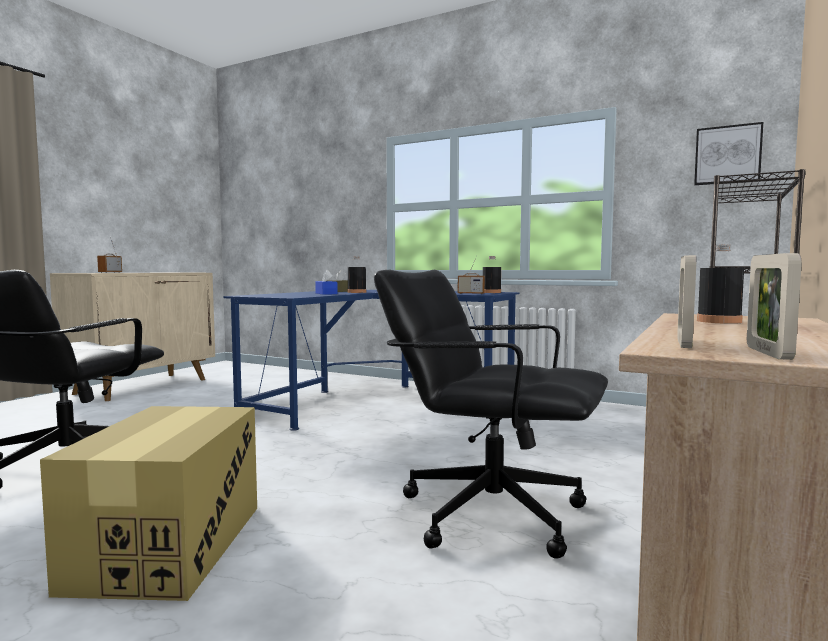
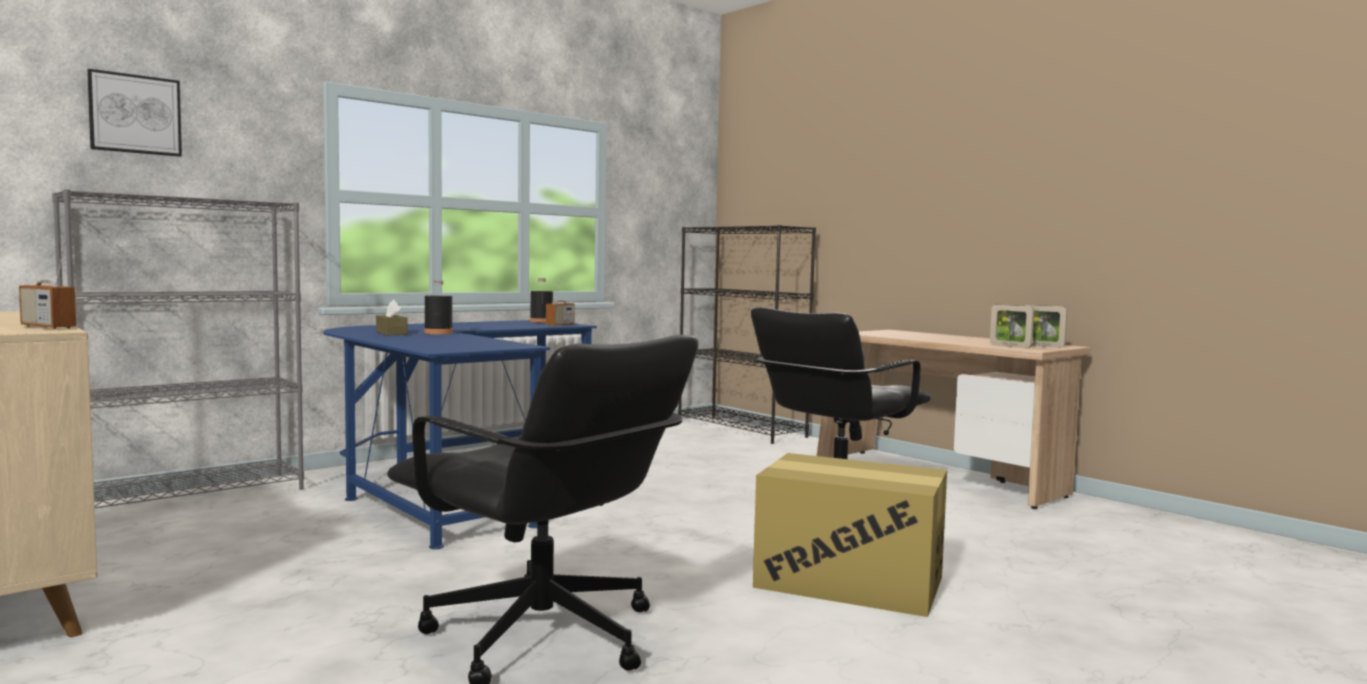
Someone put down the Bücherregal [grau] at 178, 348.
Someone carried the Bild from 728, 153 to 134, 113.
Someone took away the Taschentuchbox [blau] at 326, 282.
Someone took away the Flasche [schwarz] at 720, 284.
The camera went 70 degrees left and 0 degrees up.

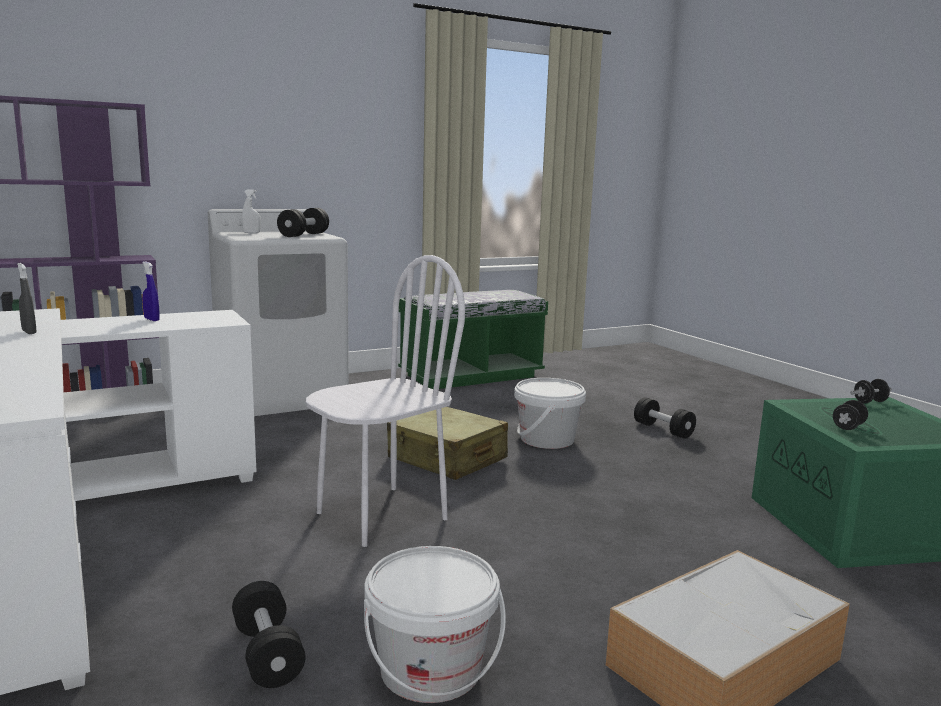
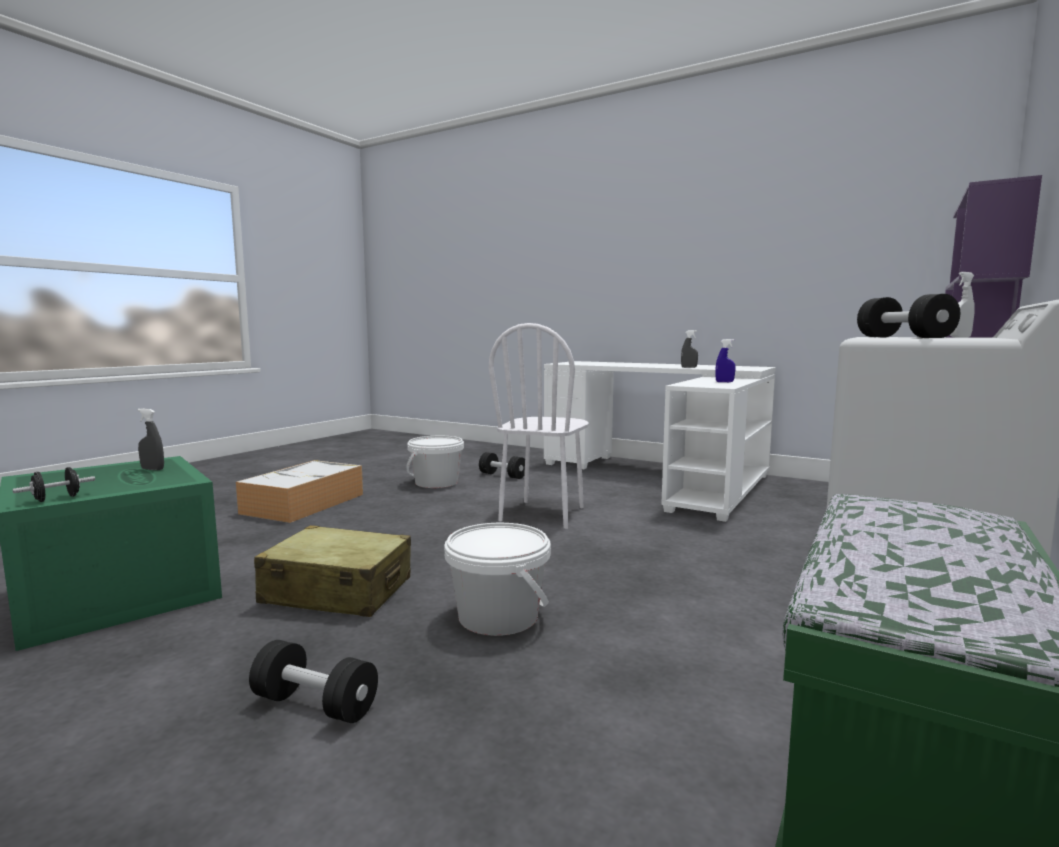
Someone swapped the Hantel [schwarz] at 850, 415 for the Sprühflasche [grau] at 151, 439.
Someone carried the Koffer [beige] from 447, 443 to 332, 571.
The camera went 150 degrees right and 5 degrees down.

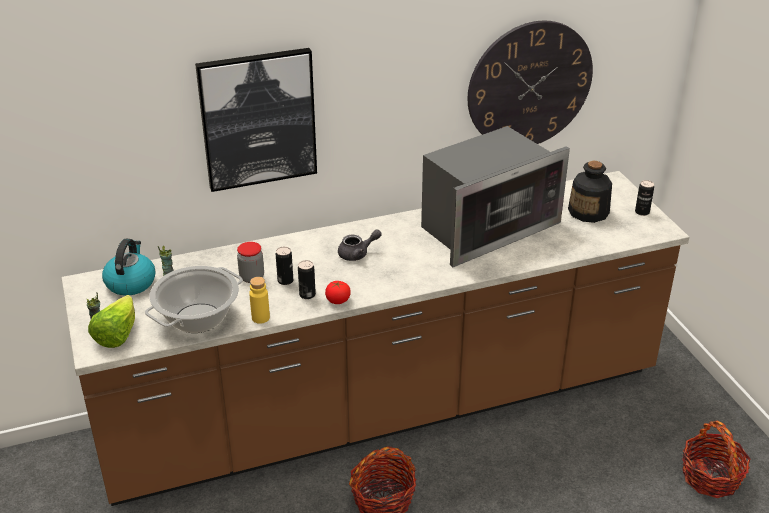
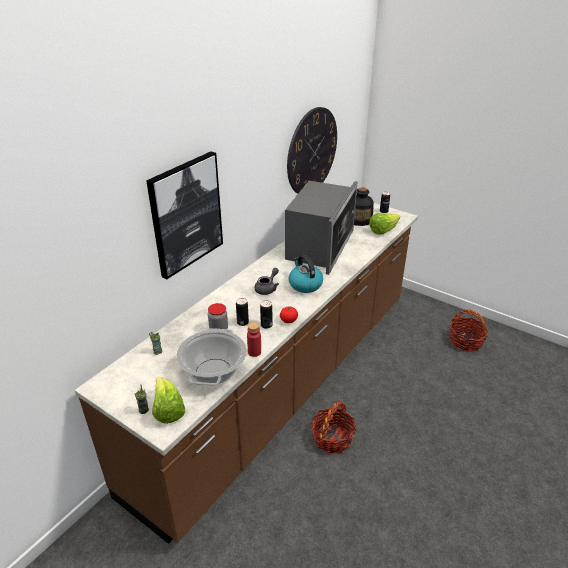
Someone repainted the Flasche [gelb] at 259, 300, which became the Flasche [rot] at 254, 339.
Someone carried the Wasserkessel from 129, 267 to 306, 274.
Someone put down the Salatkopf at 384, 224.
The camera went 35 degrees left and 0 degrees up.

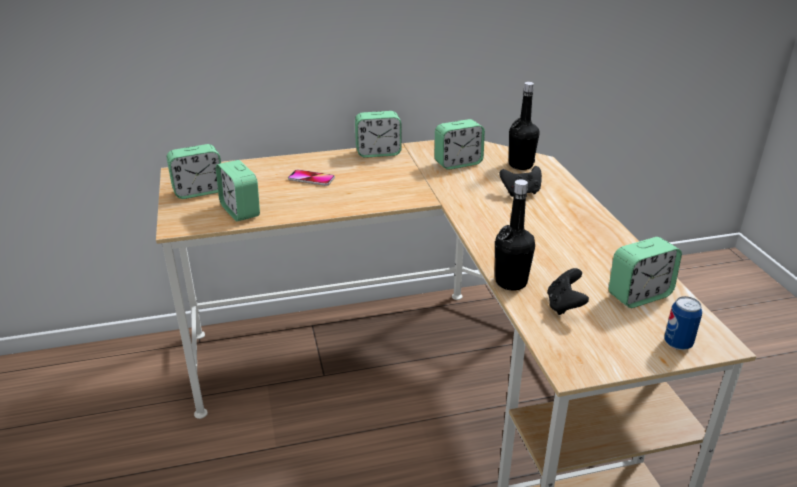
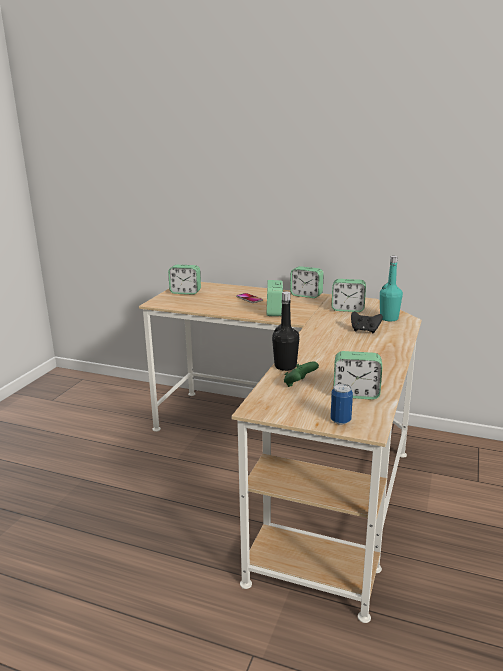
Someone carried the Wecker from 238, 190 to 275, 298.
Someone repainted the Gamepad [schwarz] at 568, 291, which became the Gamepad [grün] at 301, 374.
Someone repainted the Flasche [schwarz] at 524, 126, which became the Flasche [türkis] at 391, 288.
The camera went 35 degrees right and 10 degrees down.

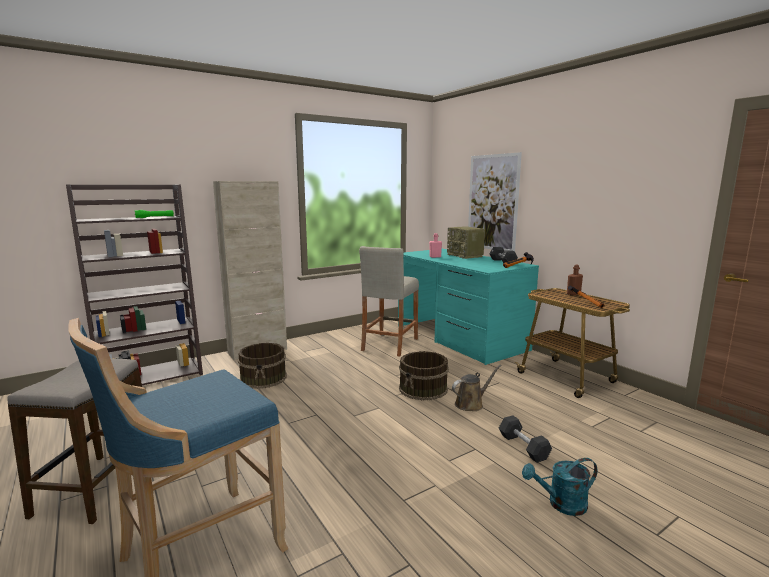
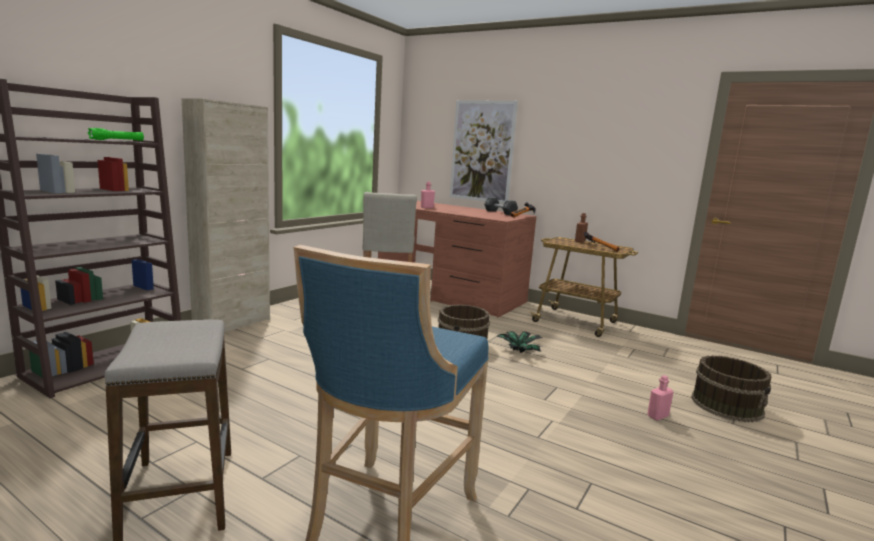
Someone repainted the Schreibtisch [türkis] at 468, 307, which became the Schreibtisch [braun] at 457, 259.
Someone swapped the Gießkanne [braun] at 477, 387 for the Topfpflanze at 519, 342.
Someone swapped the Gießkanne [türkis] at 559, 487 for the Flasche [rosa] at 660, 398.
Someone carried the Eimer [braun] from 262, 366 to 731, 388.
Someone took away the Radio at 466, 242.
Someone took away the Hantel [schwarz] at 525, 439.
The camera went 25 degrees left and 0 degrees up.

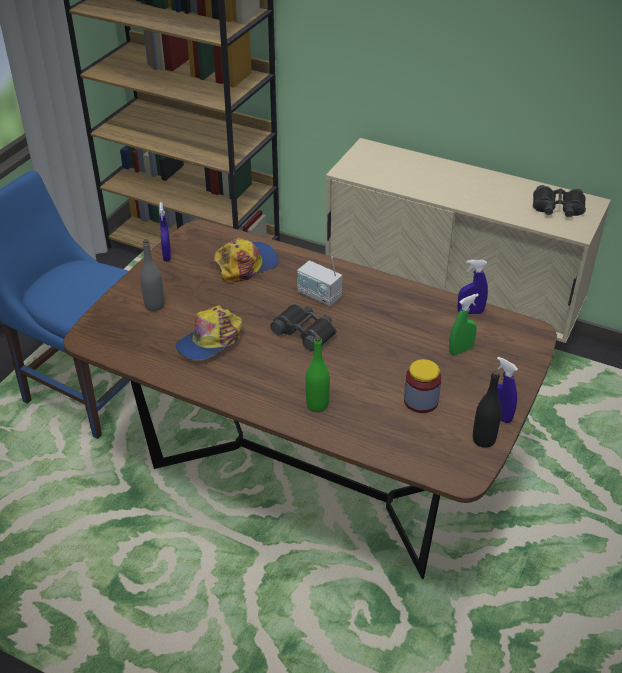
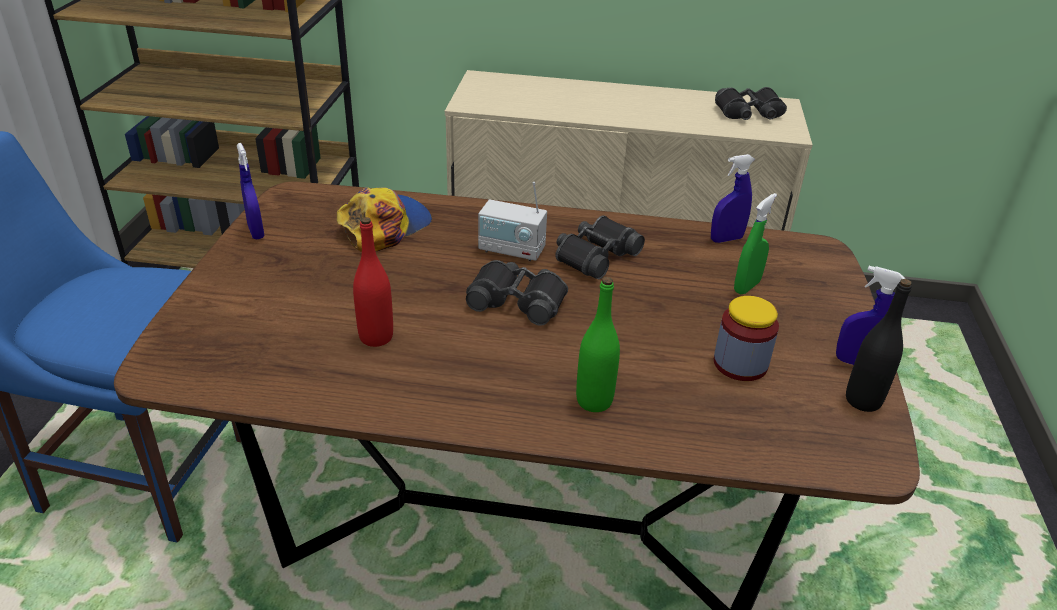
Someone swapped the Kappe at 208, 332 for the Flasche [rot] at 373, 282.
Someone put down the Fernglas [schwarz] at 600, 247.
Someone took away the Flasche [grau] at 152, 275.
The camera went 20 degrees left and 5 degrees down.

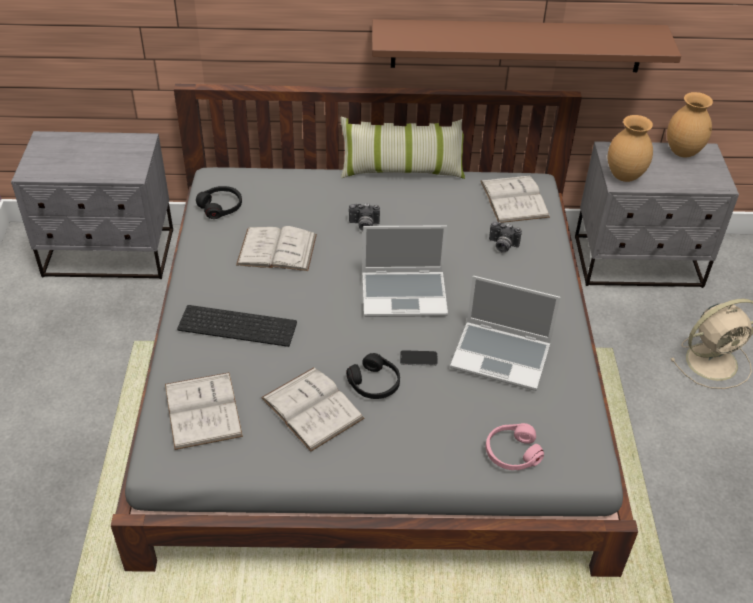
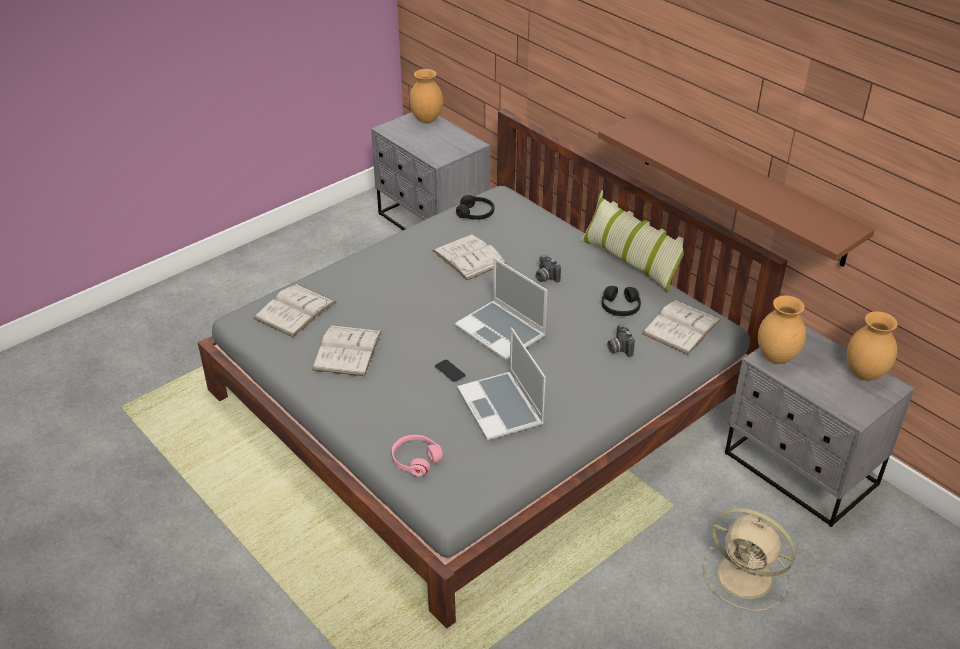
Someone put down the Vase [braun] at 426, 96.
Someone carried the Kopfhörer [schwarz] from 373, 376 to 621, 301.
Someone took away the Tastatur at 237, 326.
The camera went 50 degrees right and 5 degrees down.

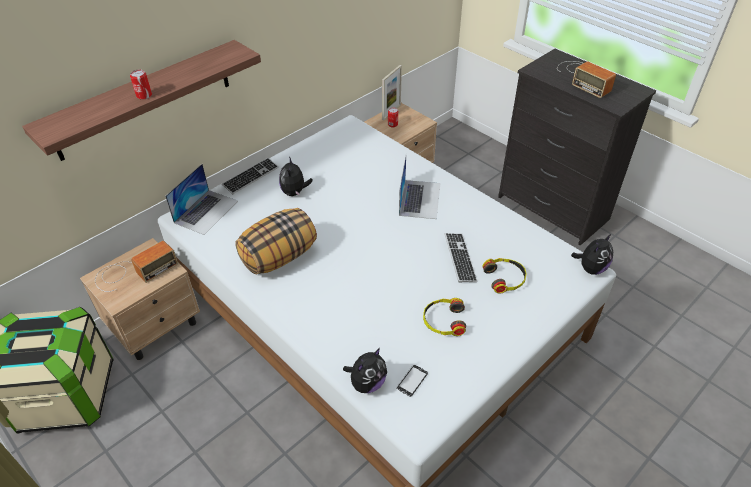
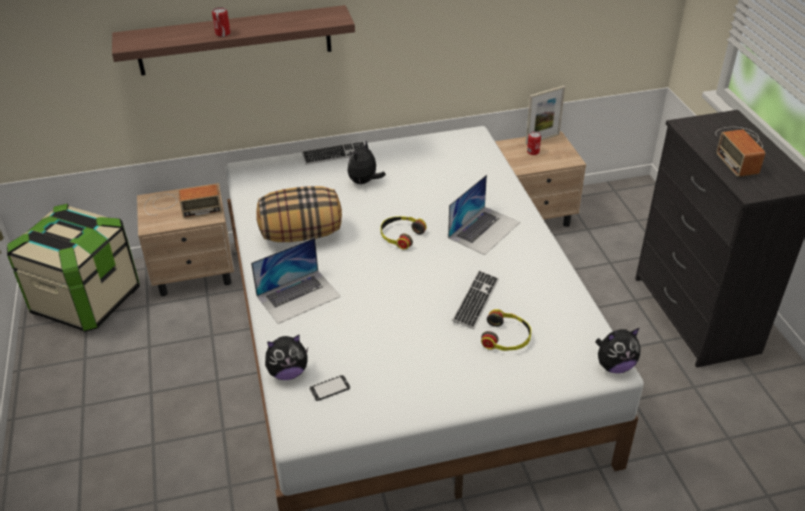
Someone carried the Laptop from 201, 199 to 296, 280.
Someone carried the Kopfhörer from 444, 317 to 404, 233.
The camera went 30 degrees right and 5 degrees down.

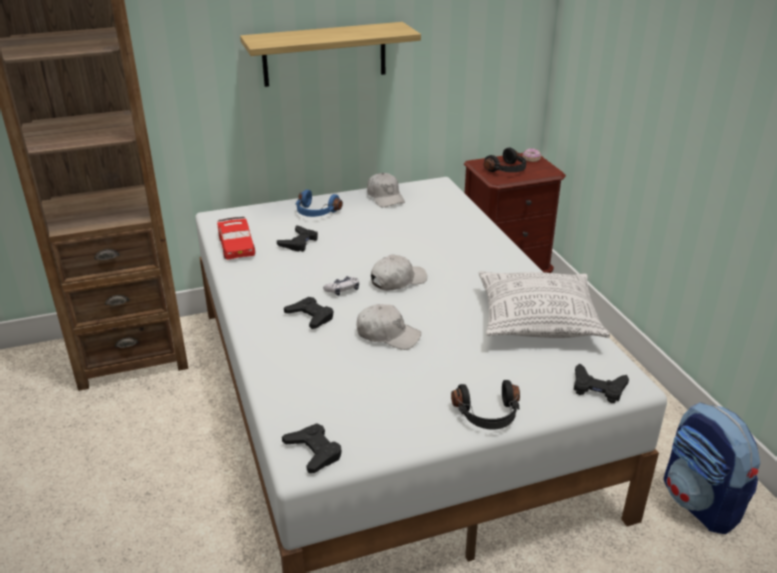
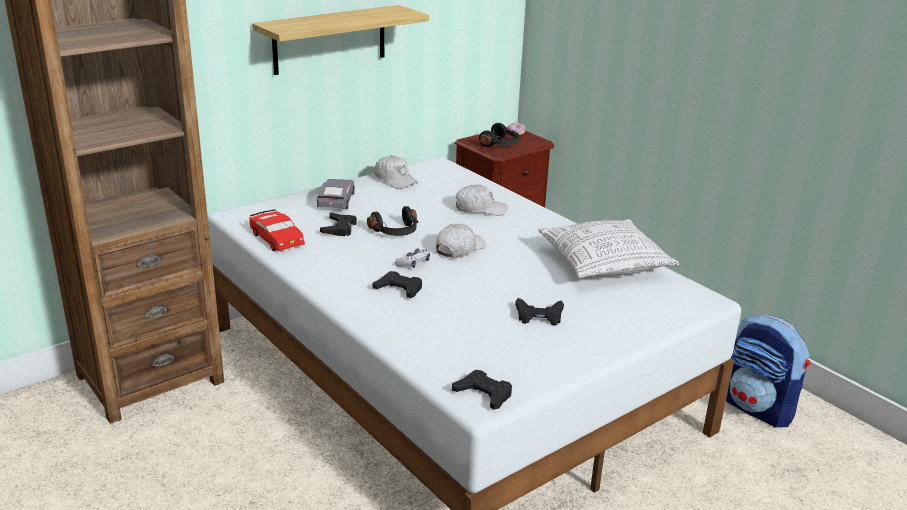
Someone swapped the Kopfhörer [blau] at 319, 203 for the Spielzeugauto [grau] at 336, 194.
Someone carried the Kopfhörer [schwarz] from 485, 405 to 392, 221.
Someone carried the Kappe [weiß] from 388, 327 to 481, 200.
Someone carried the Gamepad [schwarz] from 601, 383 to 539, 312.
The camera went 20 degrees left and 5 degrees down.

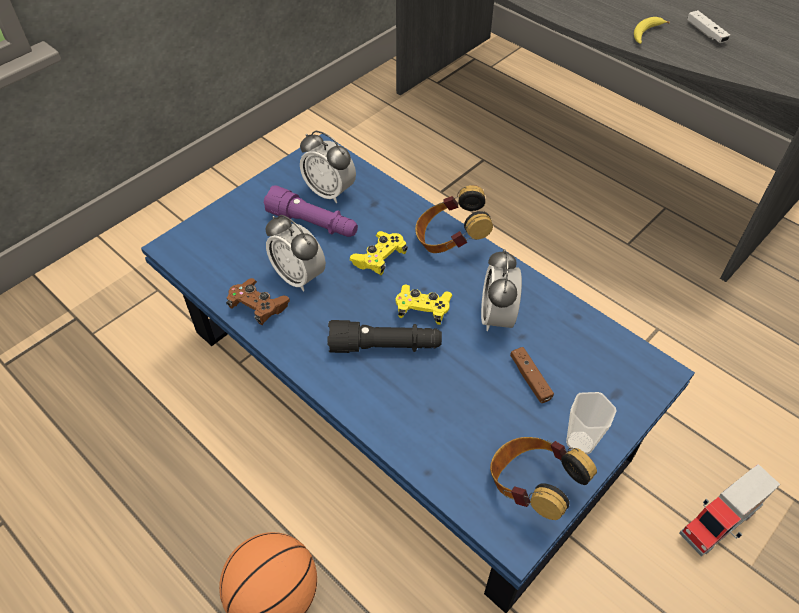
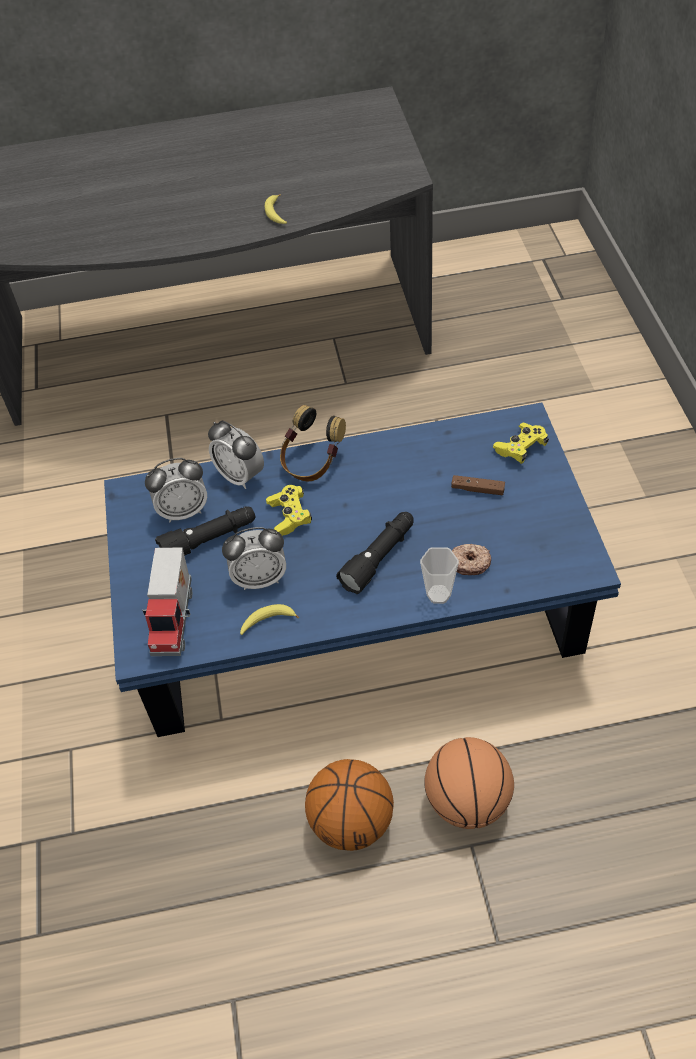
Someone carried the Spielzeuglaster from 729, 510 to 167, 601.
Someone repainted the Taschenlampe [lila] at 311, 211, which became the Taschenlampe [schwarz] at 205, 531.
Someone carried the Wecker from 501, 290 to 236, 455.
Someone swapped the Gamepad [braun] at 258, 301 for the Banane at 269, 619.
Someone put down the Basketball at 349, 805.
Someone carried the Tasse from 591, 423 to 439, 575.
Someone put down the Donut at 471, 559.
Someone carried the Gamepad [gelb] from 424, 305 to 521, 443.
Someone took away the Kopfhörer at 543, 478.
Someone took away the Gamepad [weiß] at 708, 26.
The camera went 50 degrees left and 0 degrees up.

